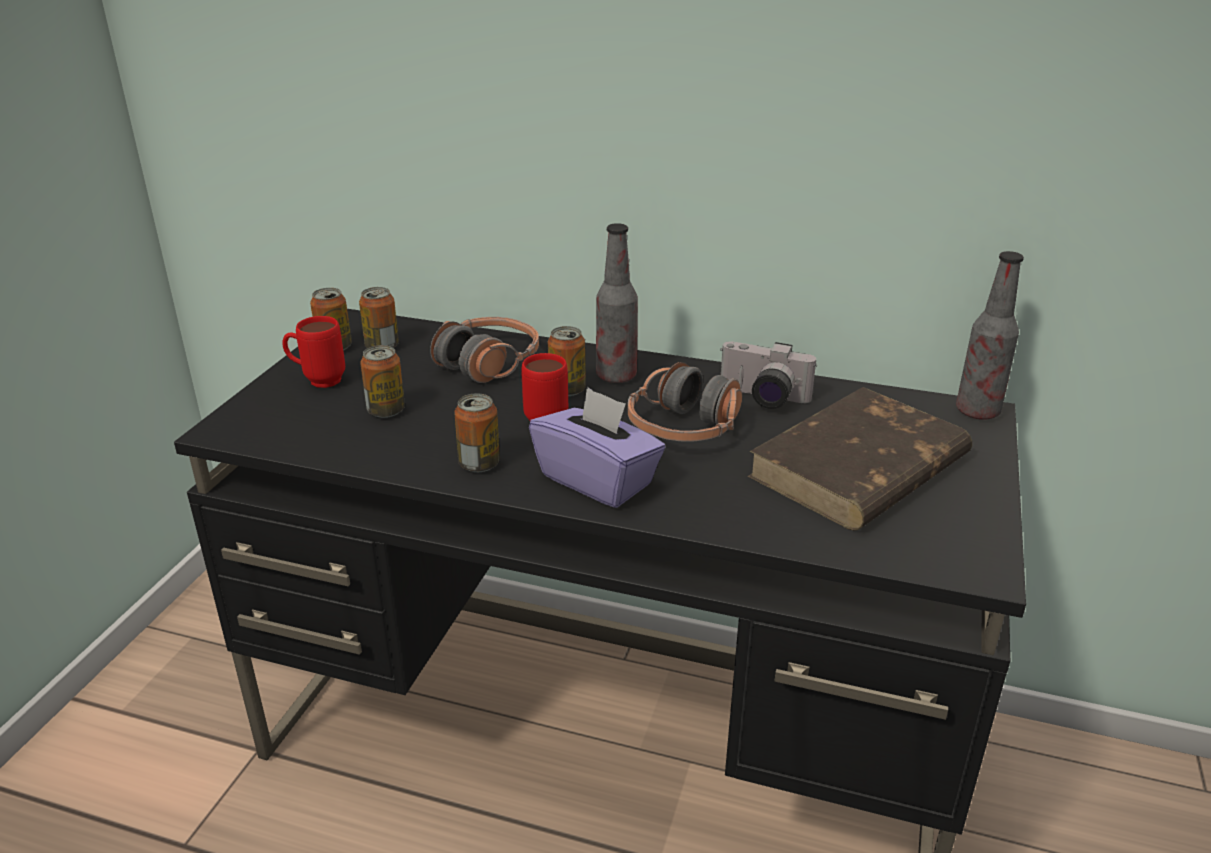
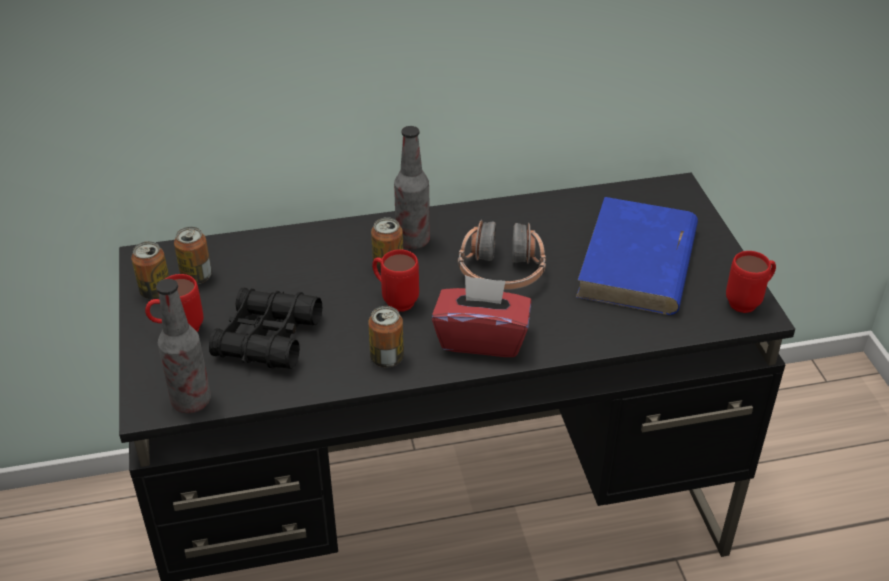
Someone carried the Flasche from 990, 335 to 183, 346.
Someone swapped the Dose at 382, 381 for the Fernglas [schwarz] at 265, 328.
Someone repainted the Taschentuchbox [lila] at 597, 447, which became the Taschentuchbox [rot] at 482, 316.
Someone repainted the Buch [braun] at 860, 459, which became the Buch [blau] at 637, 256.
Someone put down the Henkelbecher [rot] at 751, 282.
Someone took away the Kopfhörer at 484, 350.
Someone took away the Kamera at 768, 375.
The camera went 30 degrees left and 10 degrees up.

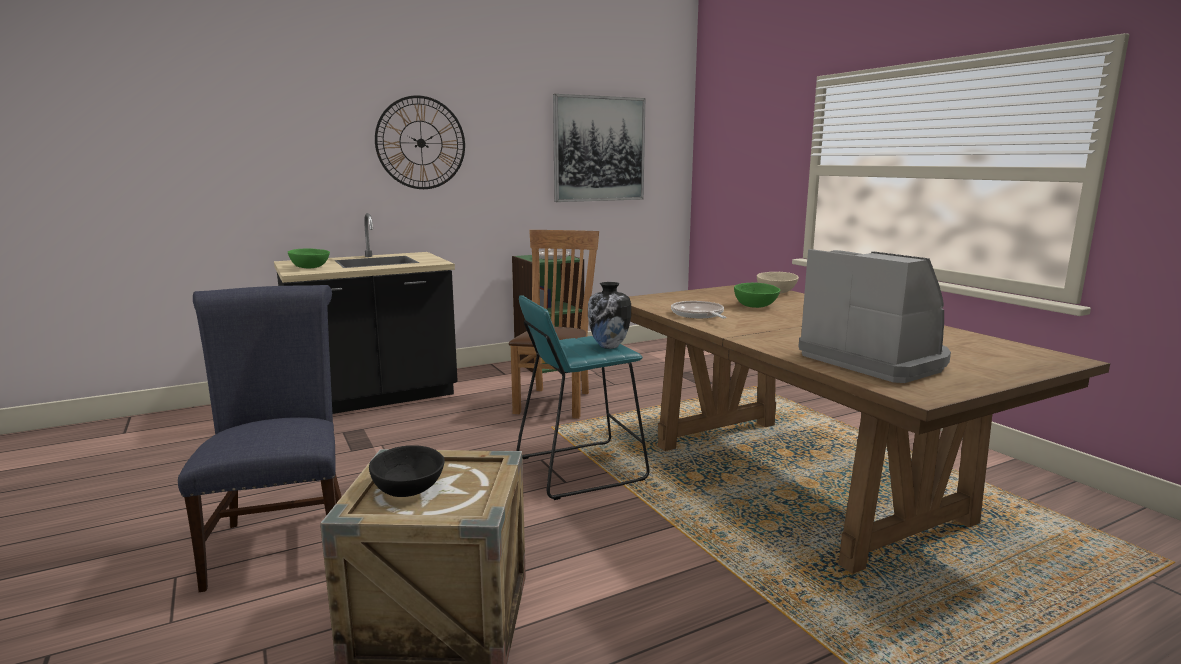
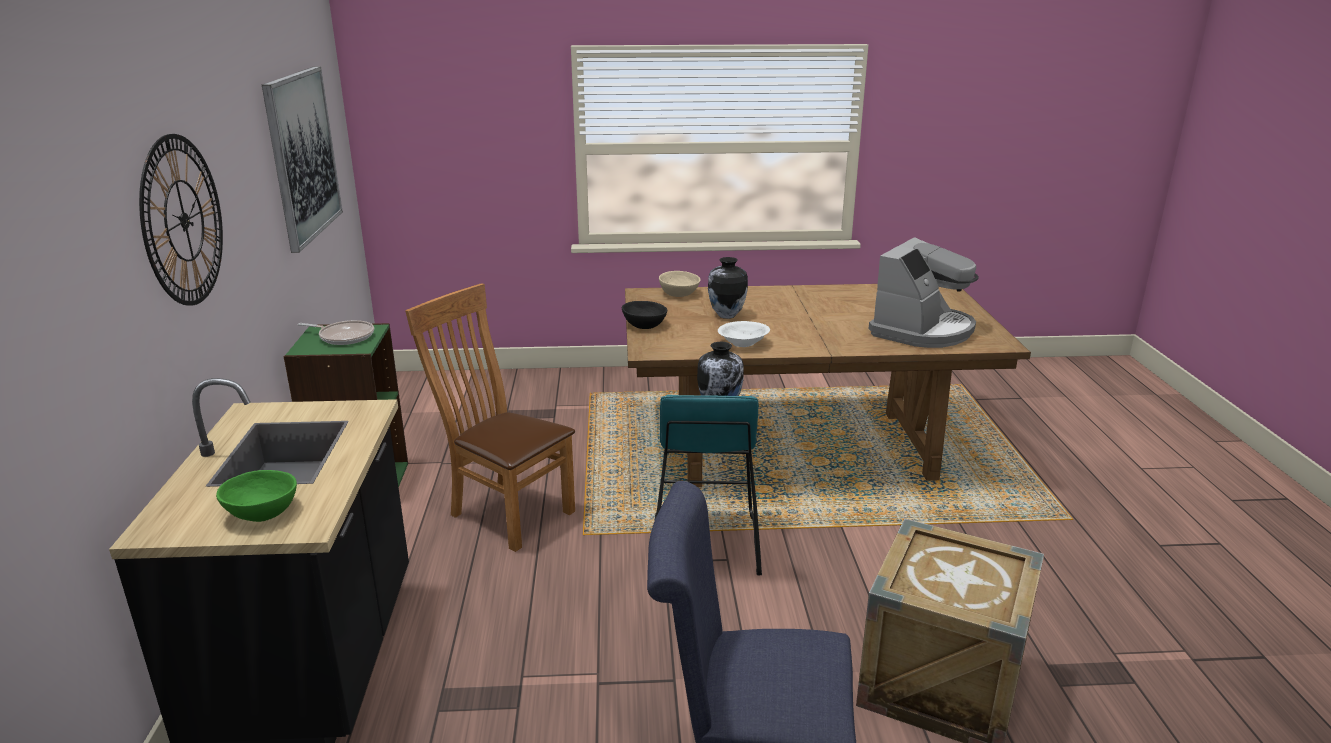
Someone carried the Schüssel [schwarz] from 407, 471 to 644, 315.
Someone swapped the Schüssel [grün] at 757, 295 for the Vase at 728, 288.
Someone swapped the Pfanne at 699, 309 for the Schüssel [weiß] at 744, 334.
Someone rotated the Kaffeemaschine at 874, 316 by 135 degrees clockwise.
The camera went 65 degrees left and 10 degrees up.

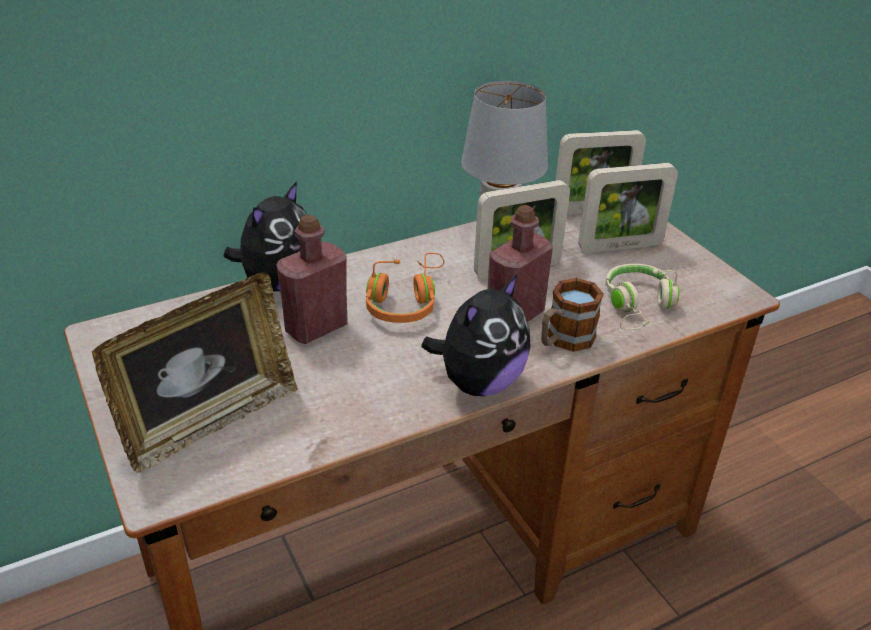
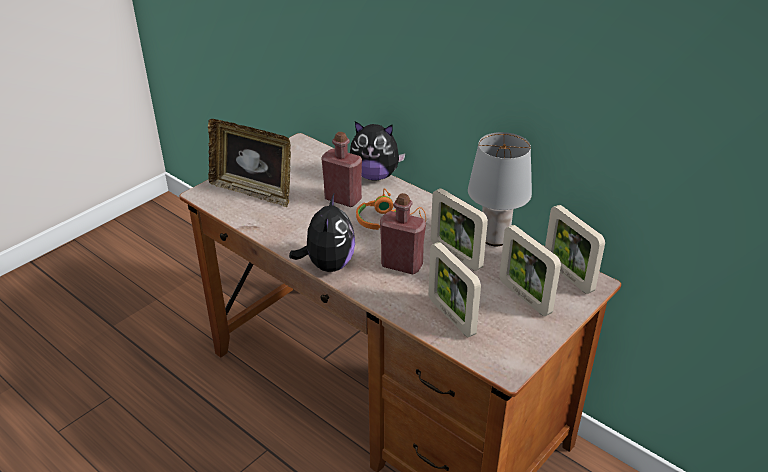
Someone rotated the Plüschtier at 476, 335 by 105 degrees counterclockwise.
Someone swapped the Kopfhörer [beige] at 642, 297 for the Bilderrahmen at 454, 289.
Someone took away the Henkelbecher at 572, 315.
The camera went 70 degrees right and 0 degrees up.

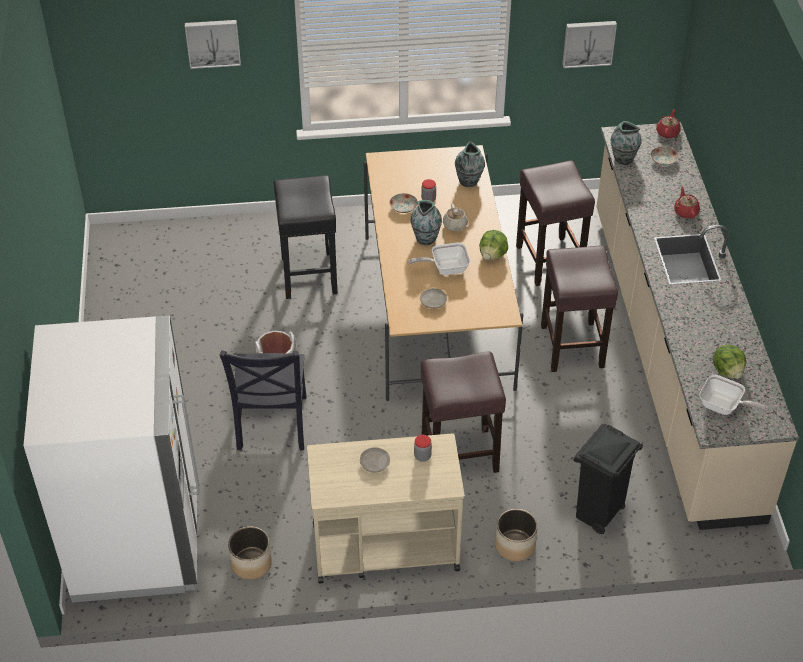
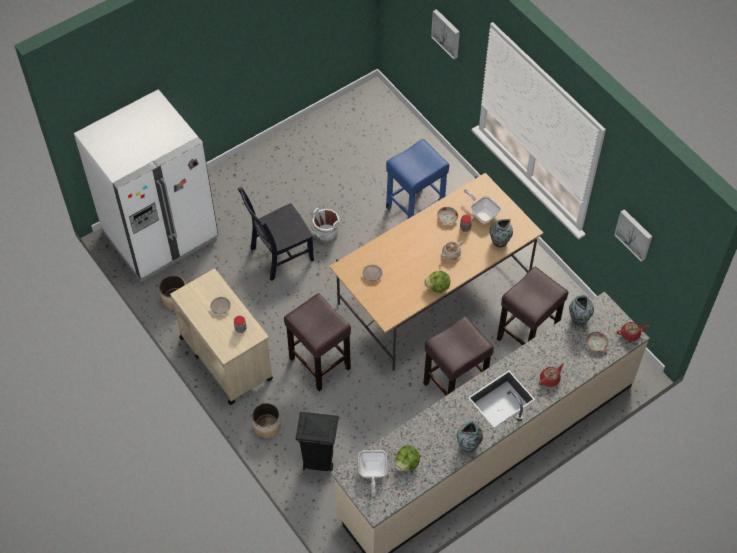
Someone repainted the Hocker [schwarz] at 305, 237, which became the Hocker [blau] at 417, 179.
Someone carried the Vase from 426, 222 to 470, 436.
Someone carried the Pfanne from 439, 258 to 482, 206.
The camera went 60 degrees right and 10 degrees up.

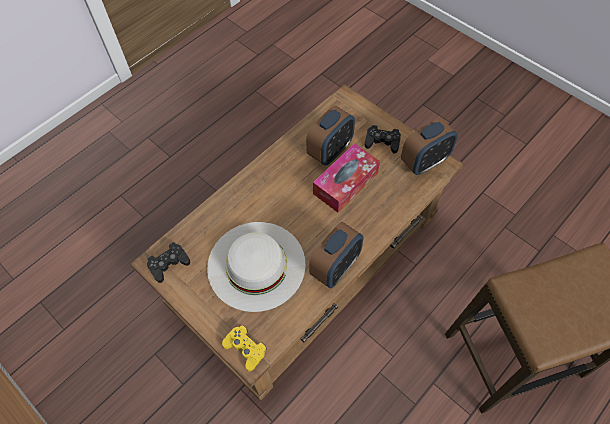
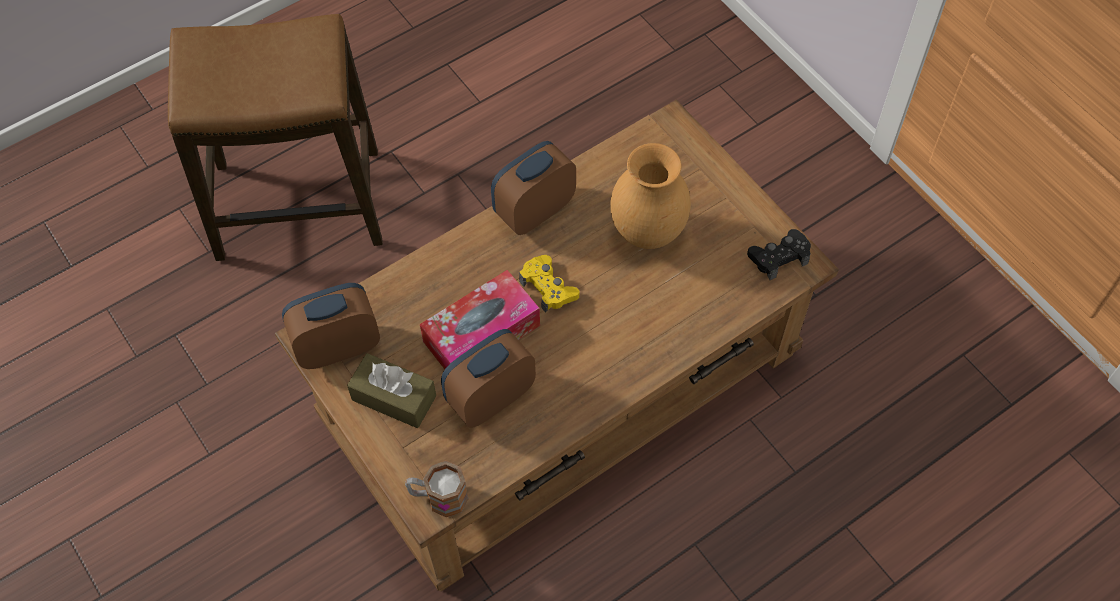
Someone swapped the Gamepad [schwarz] at 383, 139 for the Taschentuchbox [braun] at 391, 390.
Someone put down the Henkelbecher at 437, 489.
Someone carried the Gamepad [gelb] from 244, 348 to 549, 284.
Someone swapped the Hut [weiß] at 256, 267 for the Vase [braun] at 650, 196.
The camera went 170 degrees left and 0 degrees up.

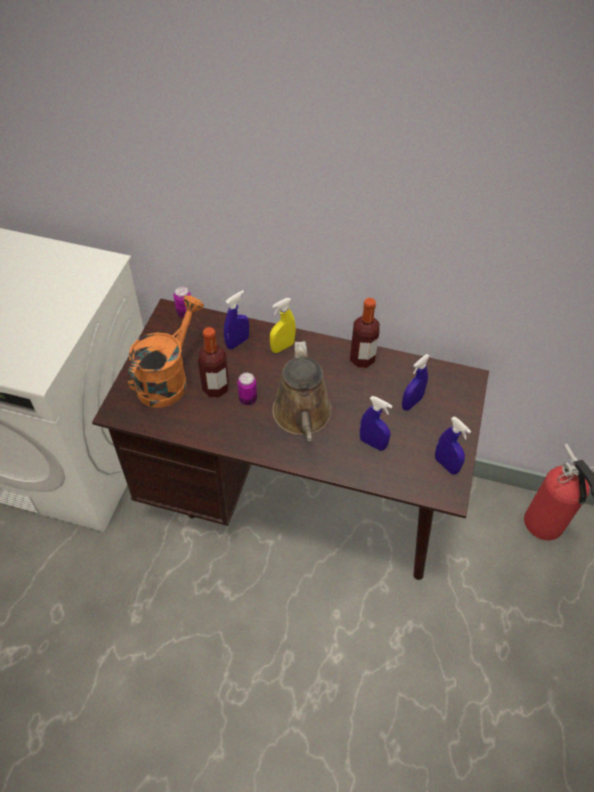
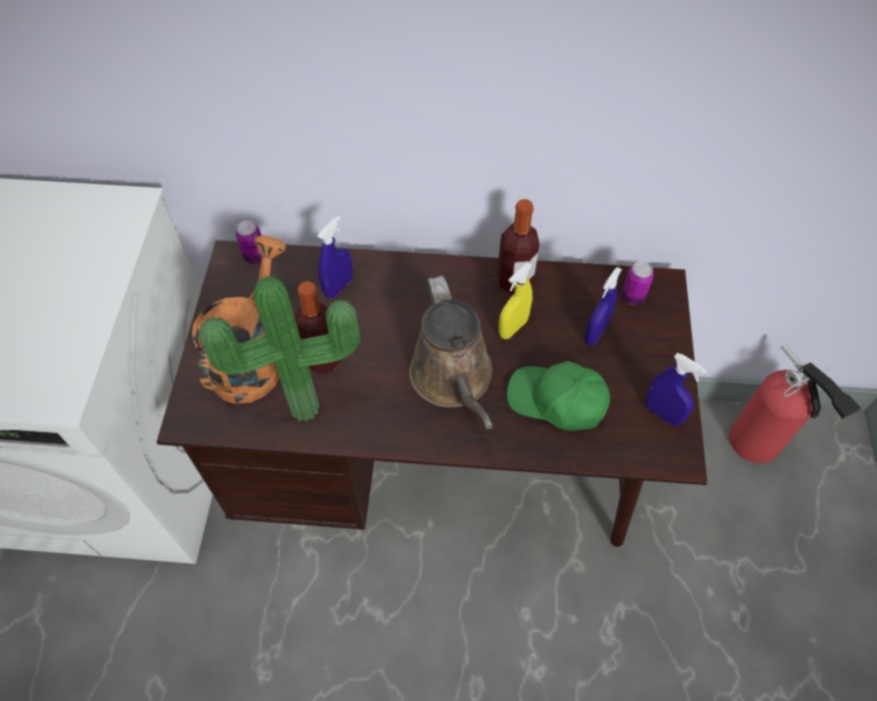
Someone put down the Topfpflanze at 279, 349.
Someone carried the Sprühflasche [gelb] from 283, 325 to 515, 301.
Someone swapped the Sprühflasche [blau] at 376, 423 for the Kappe [grün] at 558, 396.
Someone carried the Dose from 247, 389 to 637, 283.
The camera went 10 degrees left and 5 degrees up.

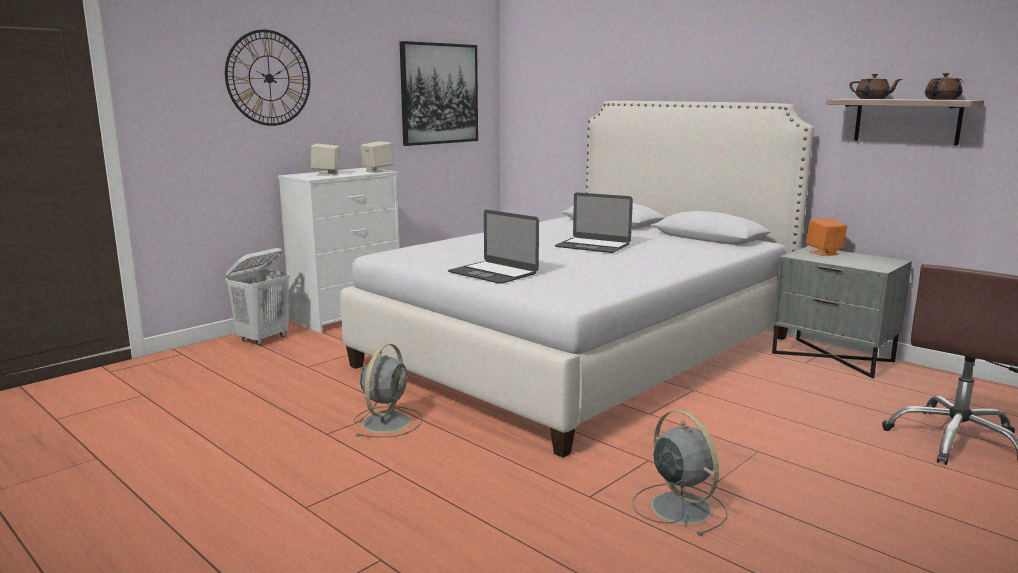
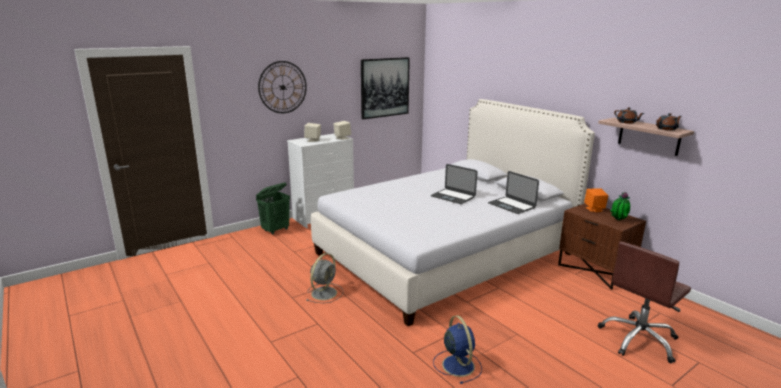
Someone repainted the Wäschekorb [weiß] at 257, 296, which became the Wäschekorb [grün] at 273, 208.
Someone repainted the Ventilator [grau] at 679, 473, which became the Ventilator [blau] at 457, 349.
Someone carried the Laptop from 493, 247 to 513, 192.
Someone repainted the Nachttisch [grau] at 842, 312, which became the Nachttisch [braun] at 602, 246.
Someone put down the Topfpflanze at 620, 206.
The camera went 10 degrees right and 5 degrees up.

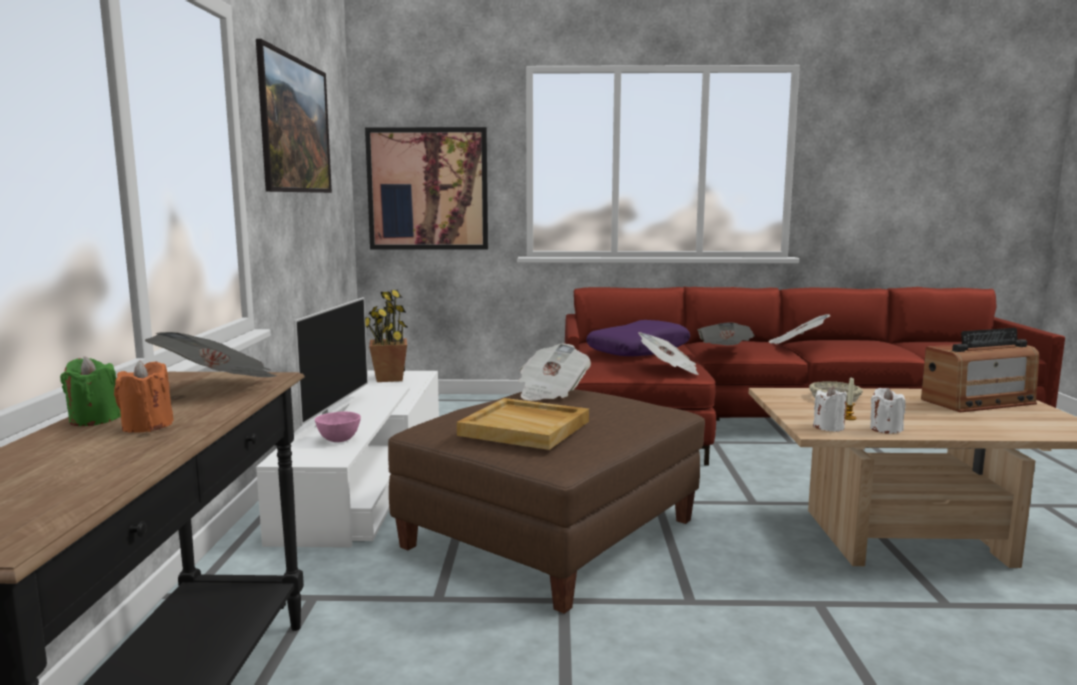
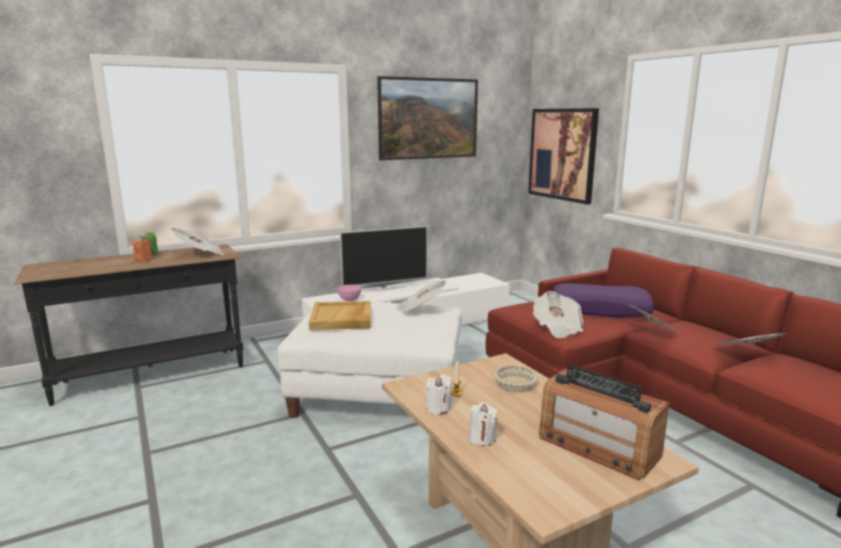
Someone repainted the Polsterhocker [braun] at 546, 501, which became the Polsterhocker [weiß] at 370, 359.
Someone carried the Kerze [weiß] from 830, 409 to 483, 424.
Someone took away the Topfpflanze at 386, 336.
The camera went 60 degrees right and 5 degrees up.

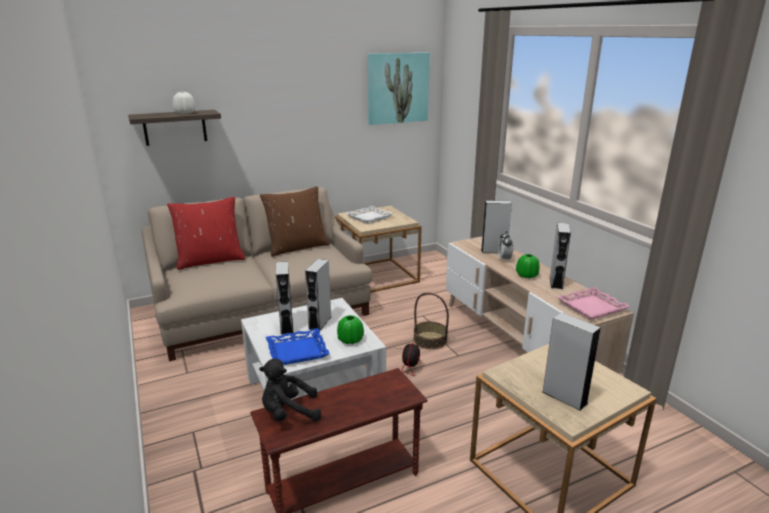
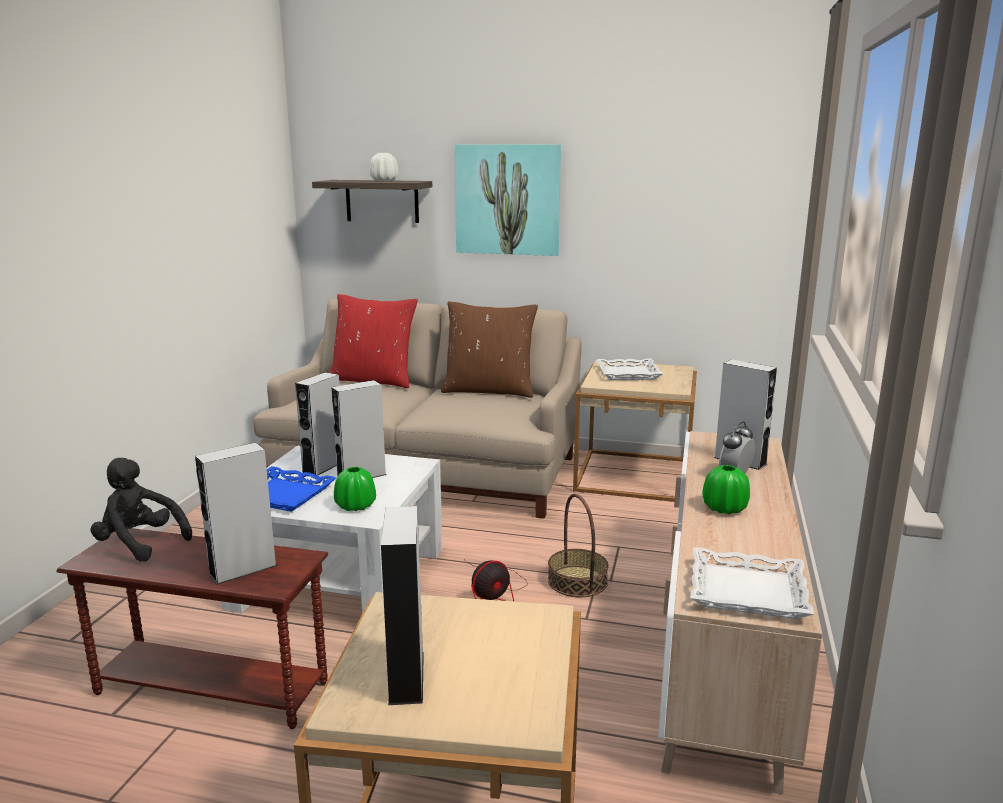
Someone carried the Lautsprecher [grau] from 560, 256 to 236, 514.
Someone carried the Bild from 399, 89 to 507, 200.
Someone repainted the Tablett [rosa] at 593, 303, which became the Tablett [weiß] at 752, 583.
The camera went 40 degrees right and 5 degrees down.

